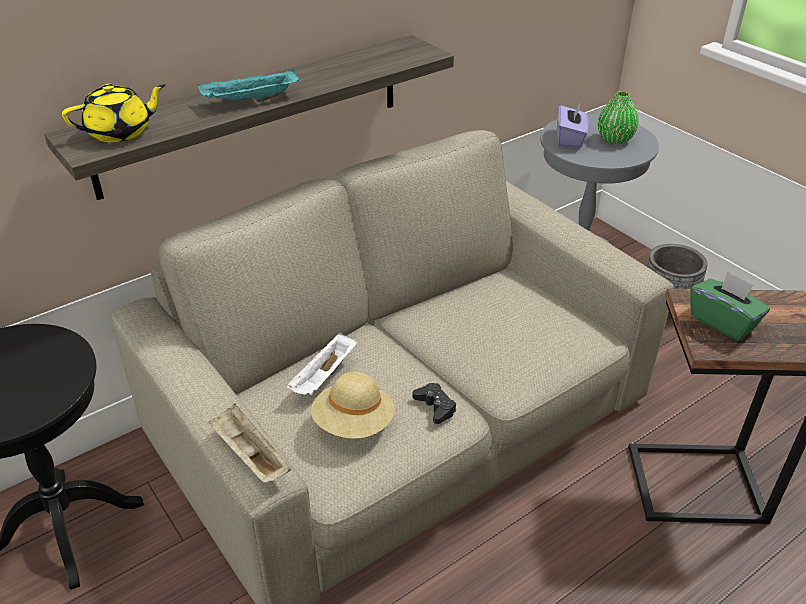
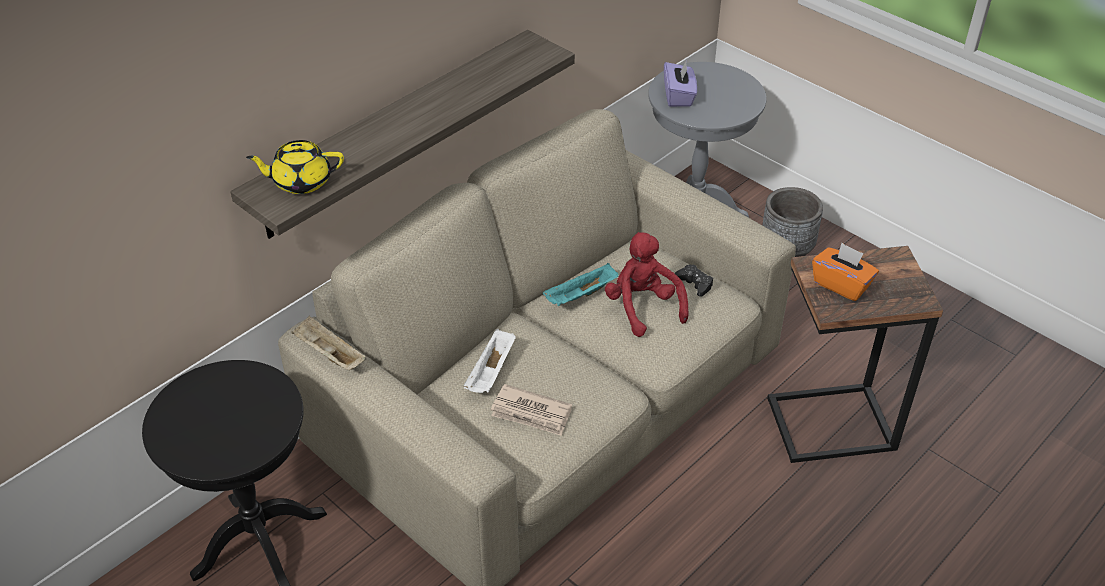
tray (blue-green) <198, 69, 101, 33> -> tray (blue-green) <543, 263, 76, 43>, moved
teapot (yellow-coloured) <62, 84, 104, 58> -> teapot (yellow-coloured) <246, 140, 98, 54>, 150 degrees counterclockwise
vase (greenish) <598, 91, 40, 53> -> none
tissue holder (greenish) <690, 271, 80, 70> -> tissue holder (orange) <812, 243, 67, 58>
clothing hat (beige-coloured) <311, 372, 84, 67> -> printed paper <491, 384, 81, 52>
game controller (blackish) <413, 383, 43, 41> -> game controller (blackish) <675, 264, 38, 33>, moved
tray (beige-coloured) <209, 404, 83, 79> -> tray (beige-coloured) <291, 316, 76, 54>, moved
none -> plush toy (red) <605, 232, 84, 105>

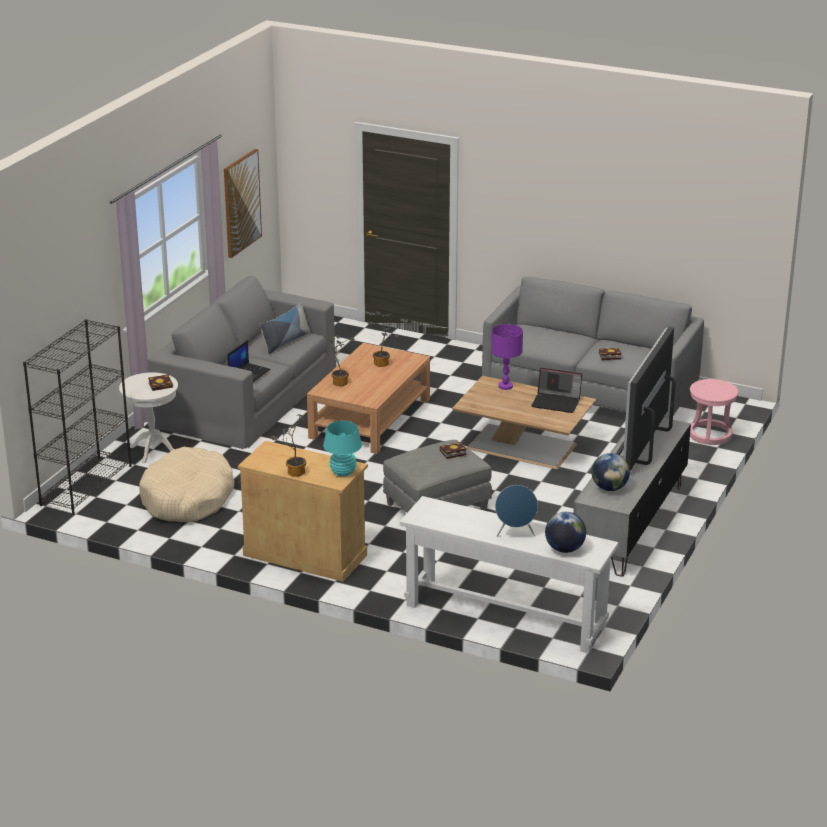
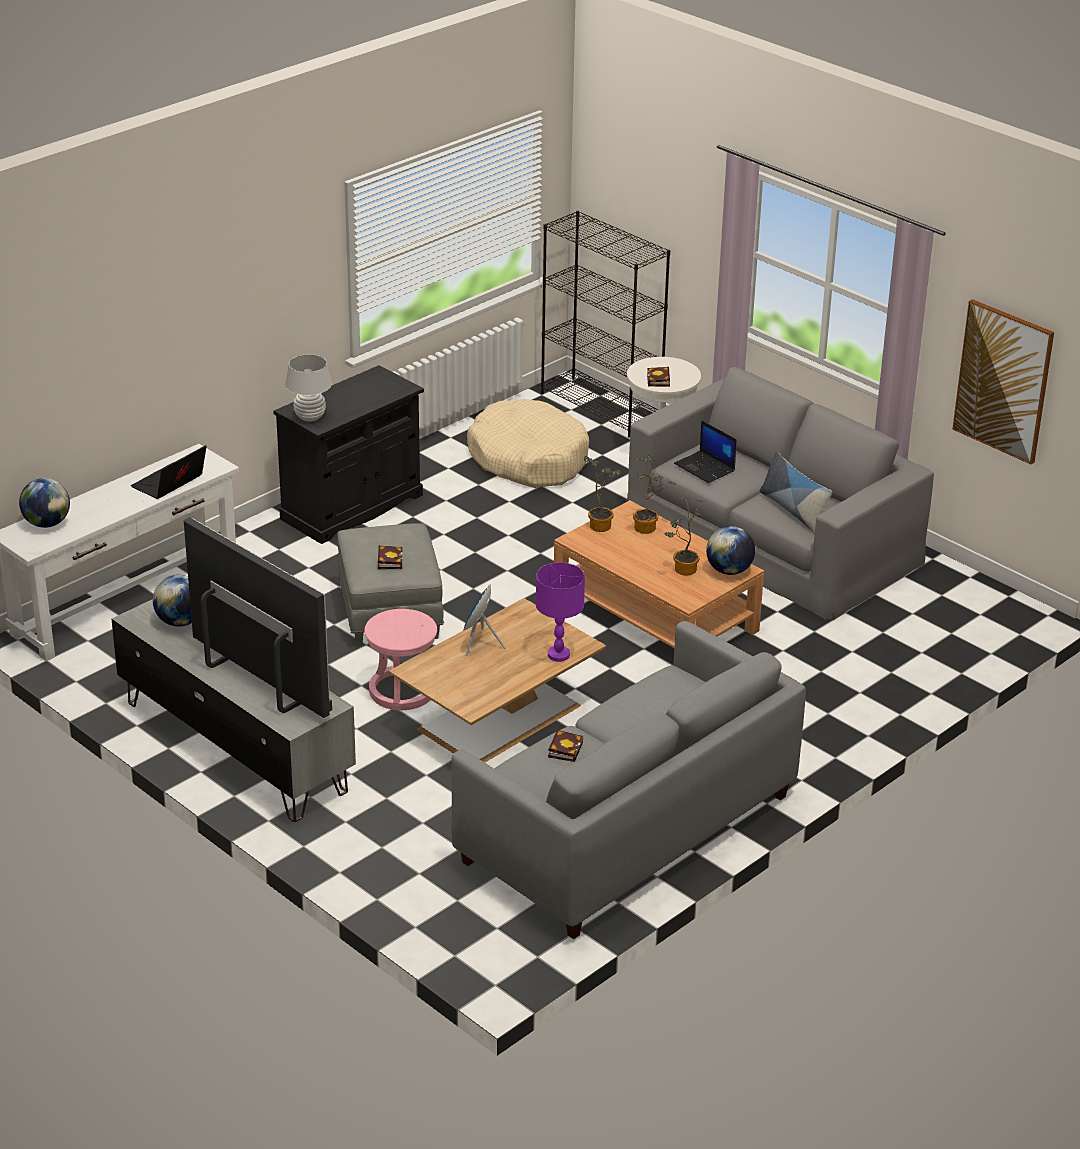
notebook computer <531, 368, 51, 45> -> notebook computer <131, 445, 76, 54>, moved
sitting stool (pinkish) <690, 379, 48, 66> -> sitting stool (pinkish) <364, 609, 73, 101>, moved
potted plant <271, 414, 35, 63> -> potted plant <584, 456, 37, 76>, moved
lamp for a table (blue-green) <323, 421, 39, 55> -> lamp for a table (white) <285, 354, 47, 68>
cupboard (beige-coloured) <238, 440, 130, 142> -> cupboard (blackish) <273, 365, 151, 179>
loudspeaker (blue) <495, 485, 43, 52> -> loudspeaker (blue) <463, 585, 42, 71>, moved
none -> world globe <706, 526, 49, 49>

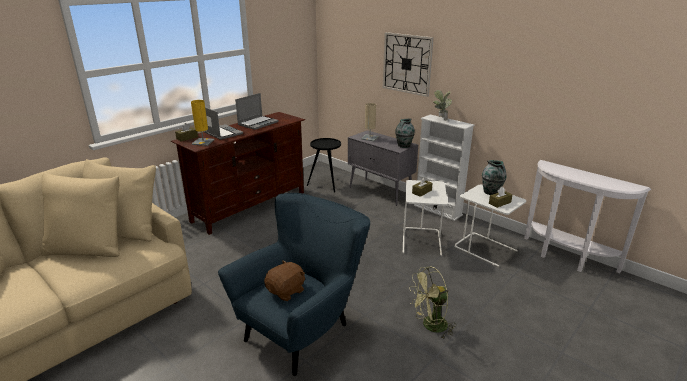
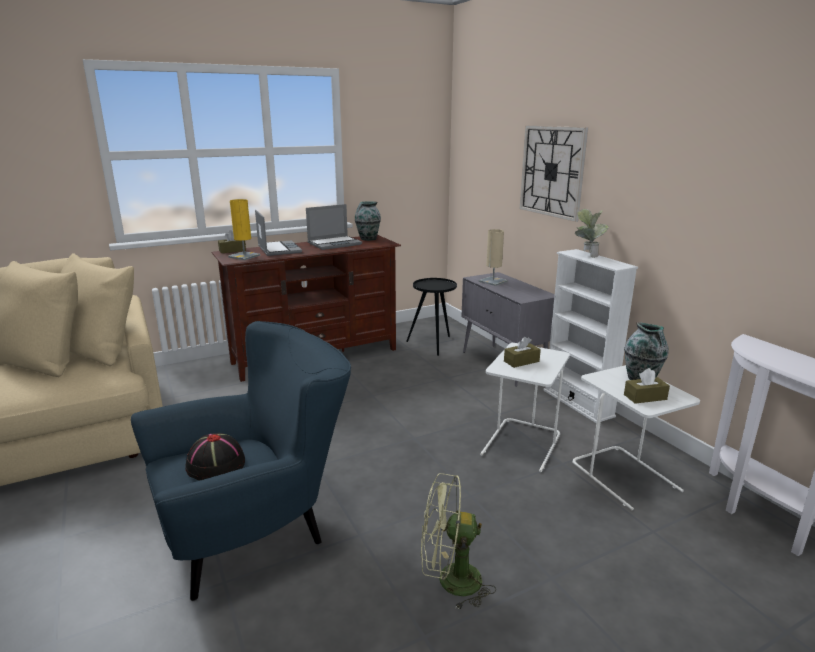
vase <395, 118, 20, 30> -> vase <355, 202, 26, 39>, moved
plush toy (brown-coloured) <264, 260, 41, 41> -> clothing hat (blackish) <185, 433, 60, 47>

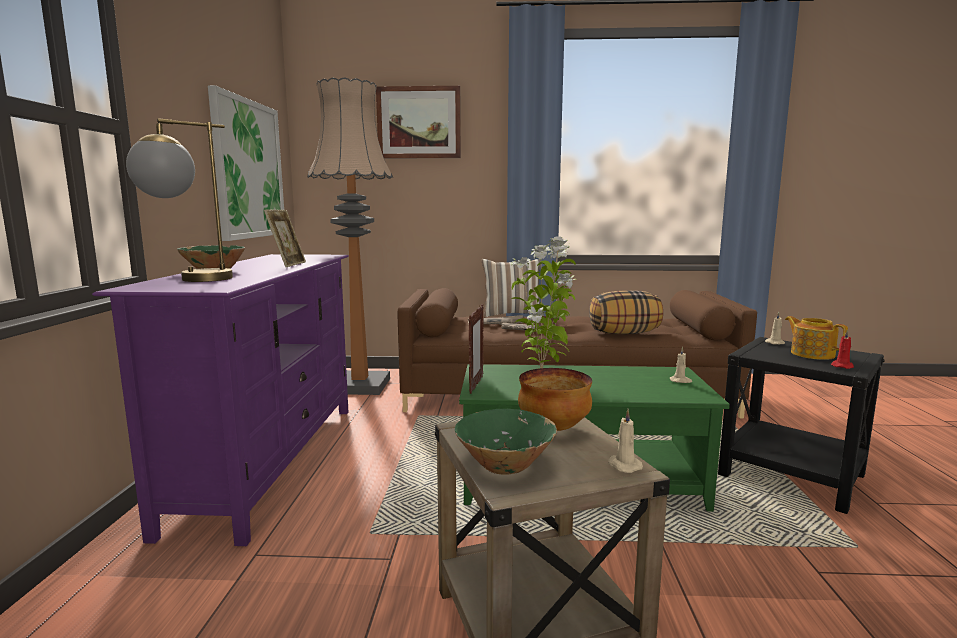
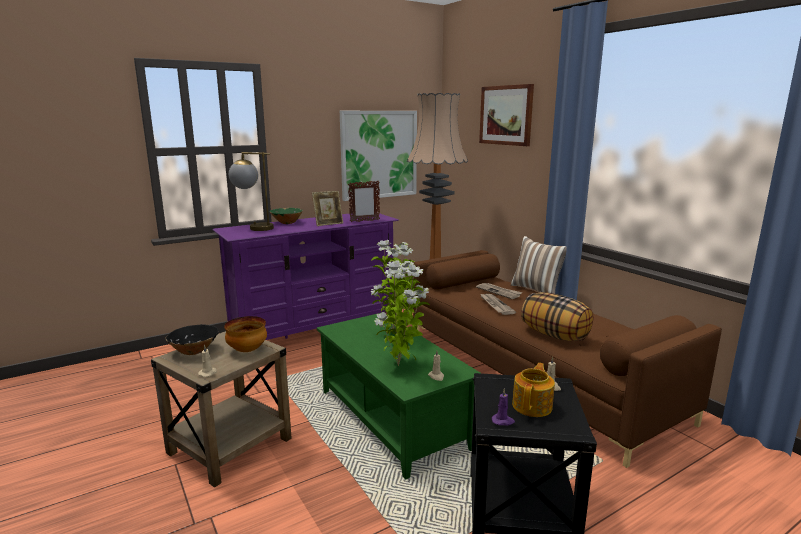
picture frame <468, 304, 16, 90> -> picture frame <348, 181, 32, 41>, moved
candle (red) <831, 329, 23, 40> -> candle (purplish) <492, 388, 23, 38>
serving bowl (greenish) <455, 409, 102, 65> -> serving bowl (blackish) <165, 324, 54, 31>
none -> potted plant <374, 260, 56, 106>

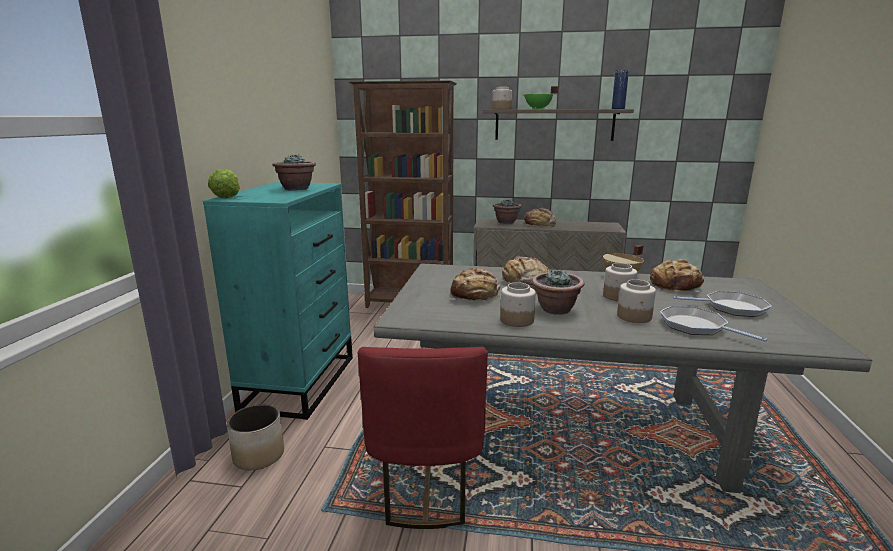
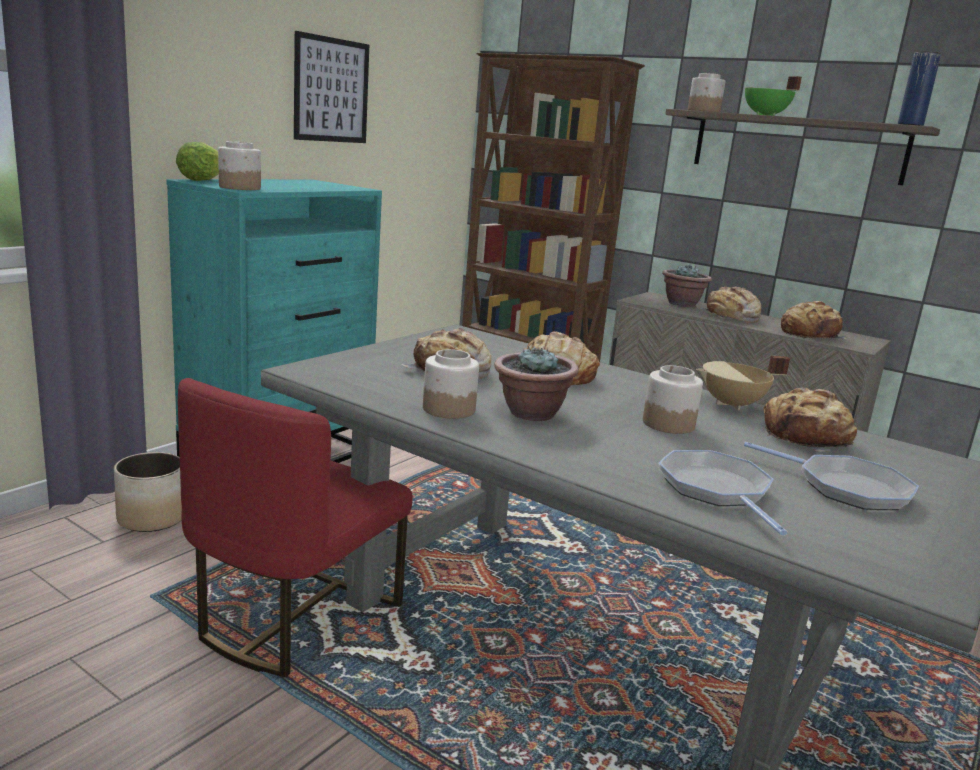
potted plant <272, 154, 44, 36> -> none
preserve jar <617, 279, 39, 44> -> preserve jar <218, 141, 43, 49>, moved
none -> picture <294, 31, 75, 112>
none -> baked bread <781, 301, 66, 38>

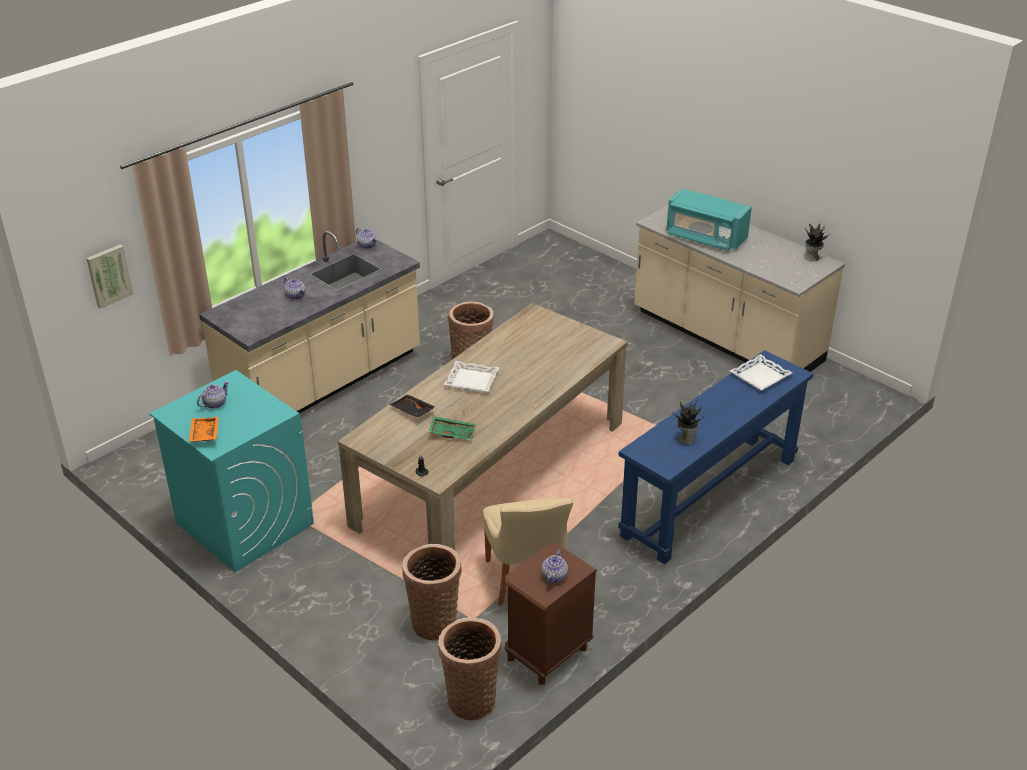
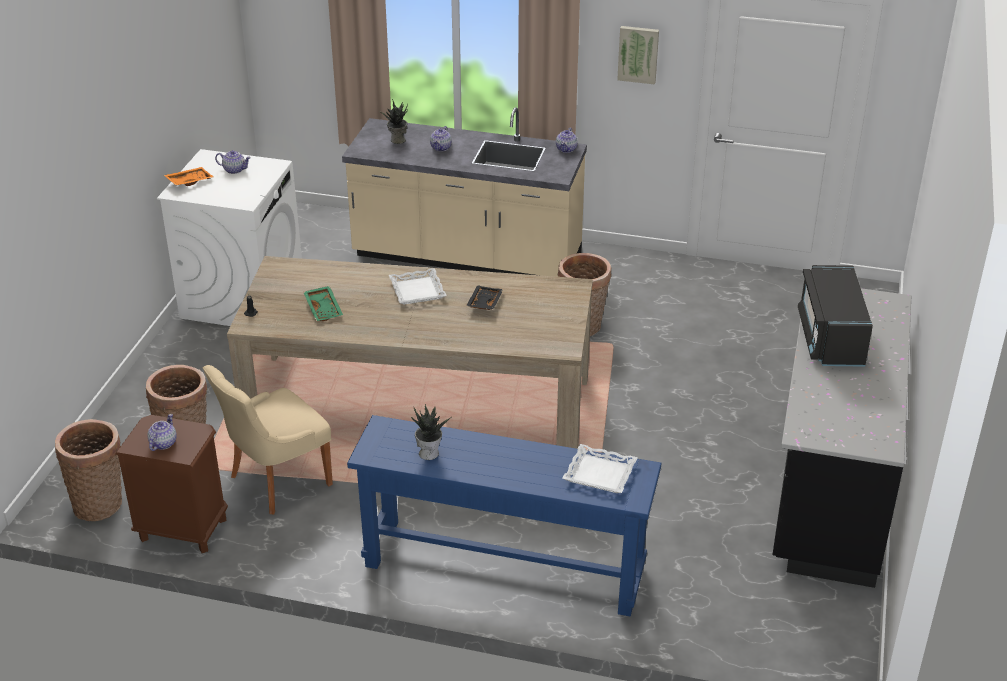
microwave (blue-green) <666, 188, 86, 63> -> microwave (blackish) <798, 265, 75, 102>
kitchen base unit (beige-coloured) <634, 205, 211, 167> -> kitchen base unit (blackish) <772, 288, 139, 300>
potted plant <805, 222, 27, 39> -> potted plant <381, 99, 27, 45>, moved
picture <86, 244, 48, 65> -> picture <617, 26, 42, 59>, moved
washing machine (blue-green) <149, 370, 165, 202> -> washing machine (white) <157, 149, 145, 177>
tray (blackish) <389, 394, 46, 24> -> tray (blackish) <466, 285, 38, 25>, moved
teapot <541, 549, 27, 35> -> teapot <147, 414, 30, 37>, 120 degrees clockwise

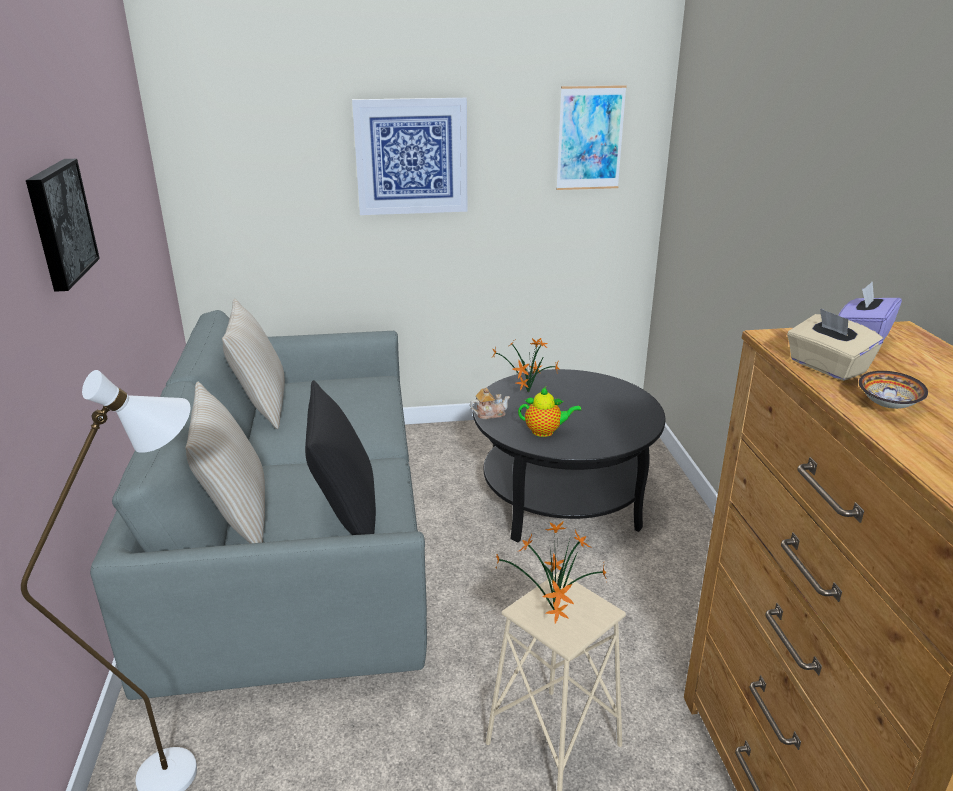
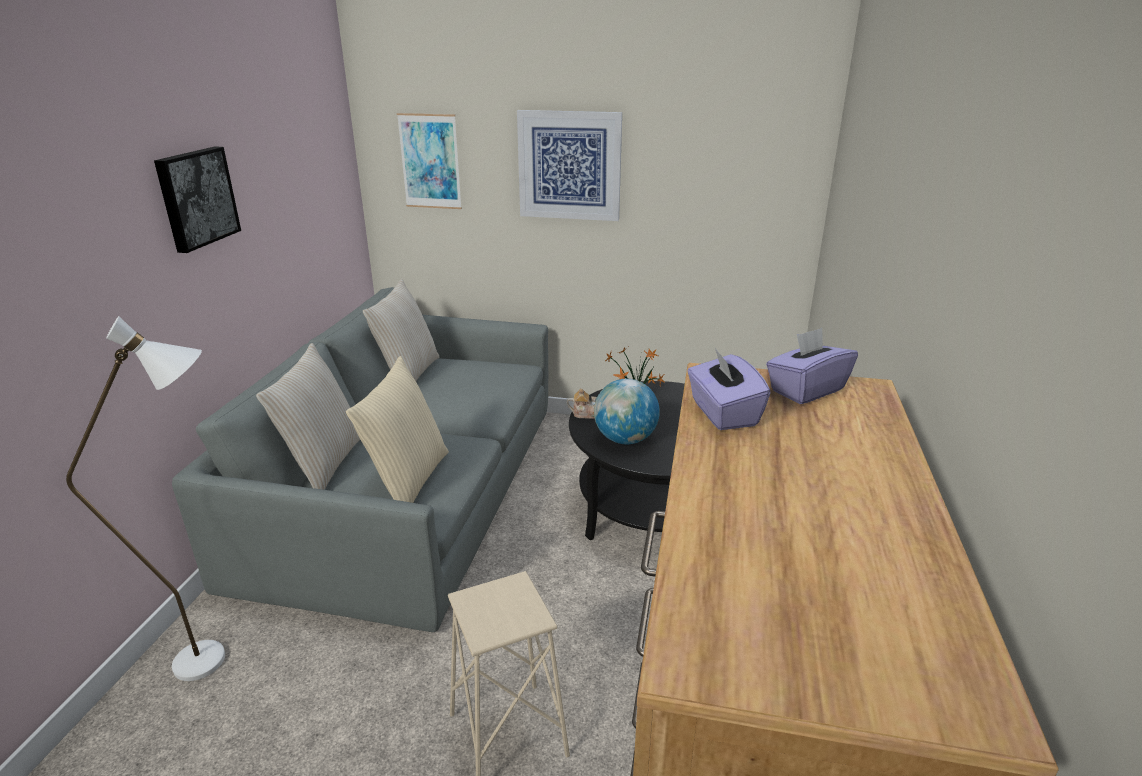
picture <556, 85, 71, 105> -> picture <397, 113, 65, 96>, moved
tissue holder (beige-coloured) <787, 308, 97, 73> -> tissue holder (purplish) <687, 348, 83, 82>
serving bowl <859, 371, 69, 38> -> none
cushion (blackish) <305, 380, 71, 155> -> cushion (beige-coloured) <346, 356, 103, 147>
teapot <518, 387, 63, 50> -> world globe <594, 379, 66, 65>
potted plant <495, 522, 112, 102> -> none

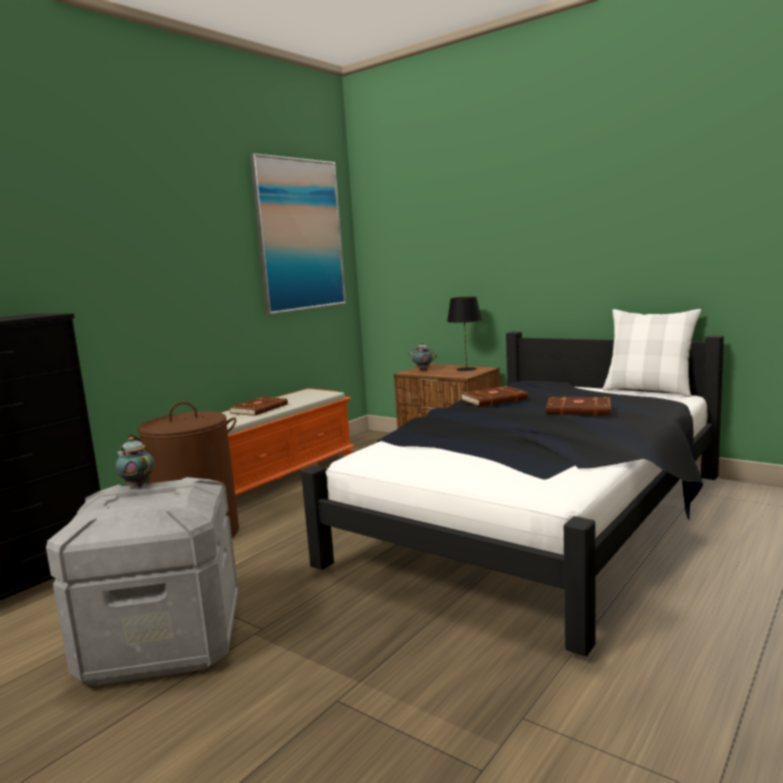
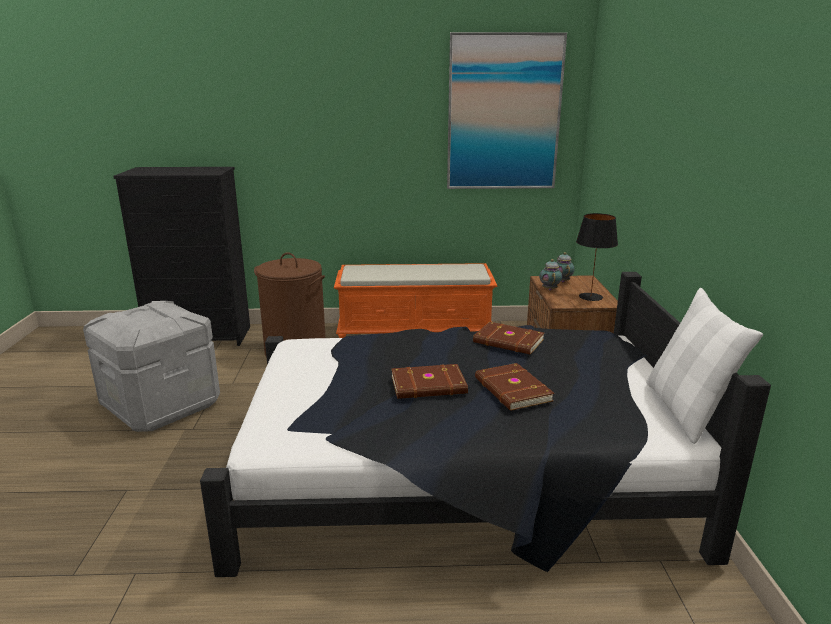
bound book (brown-coloured) <229, 397, 59, 19> -> bound book (brown-coloured) <391, 364, 77, 35>, moved
teapot <116, 437, 38, 50> -> teapot <539, 259, 23, 32>, moved

